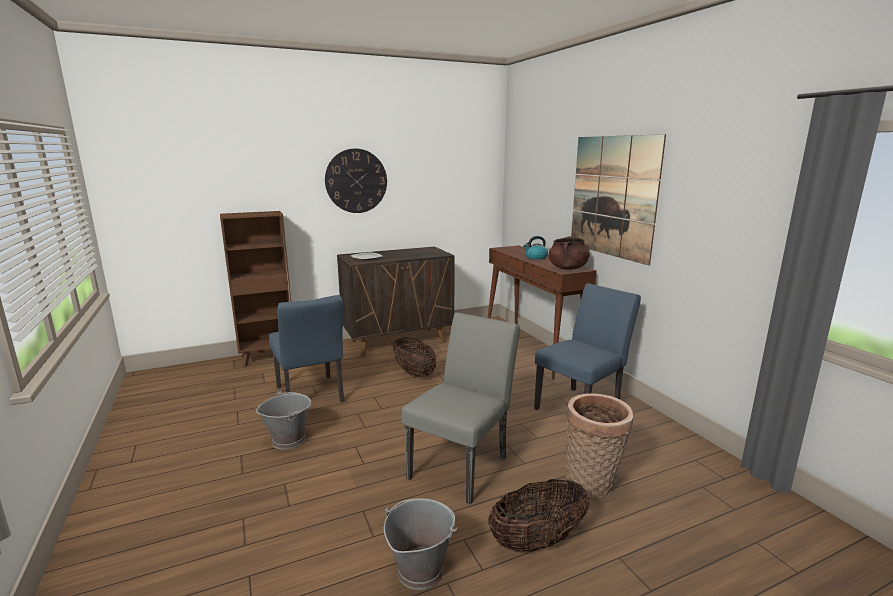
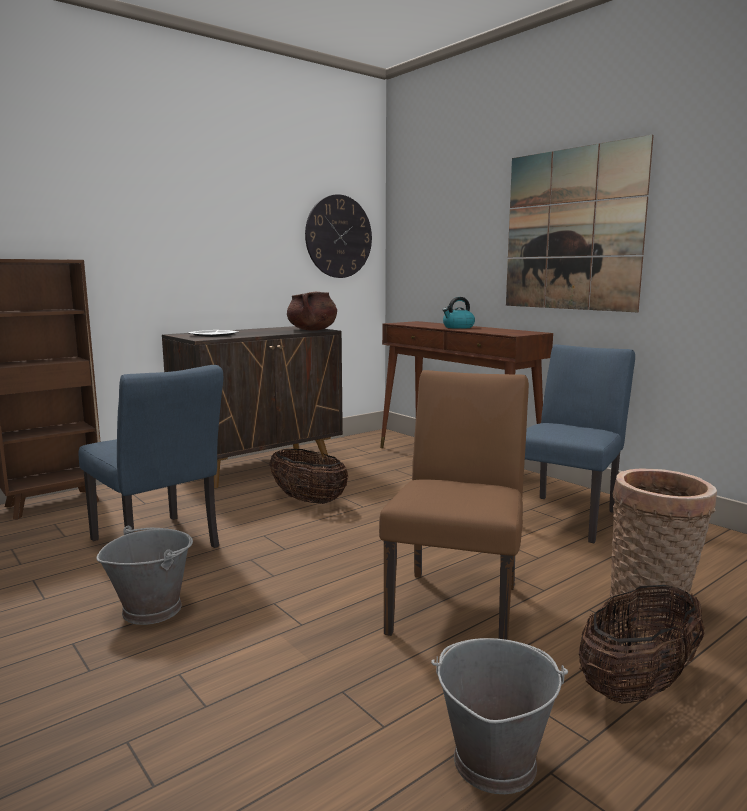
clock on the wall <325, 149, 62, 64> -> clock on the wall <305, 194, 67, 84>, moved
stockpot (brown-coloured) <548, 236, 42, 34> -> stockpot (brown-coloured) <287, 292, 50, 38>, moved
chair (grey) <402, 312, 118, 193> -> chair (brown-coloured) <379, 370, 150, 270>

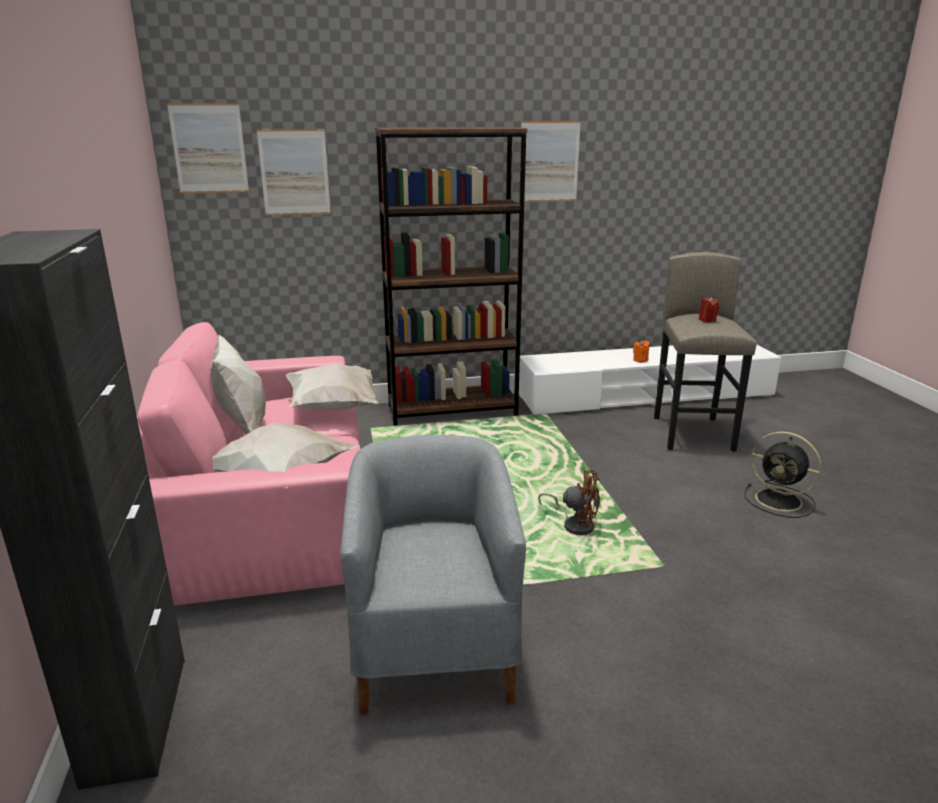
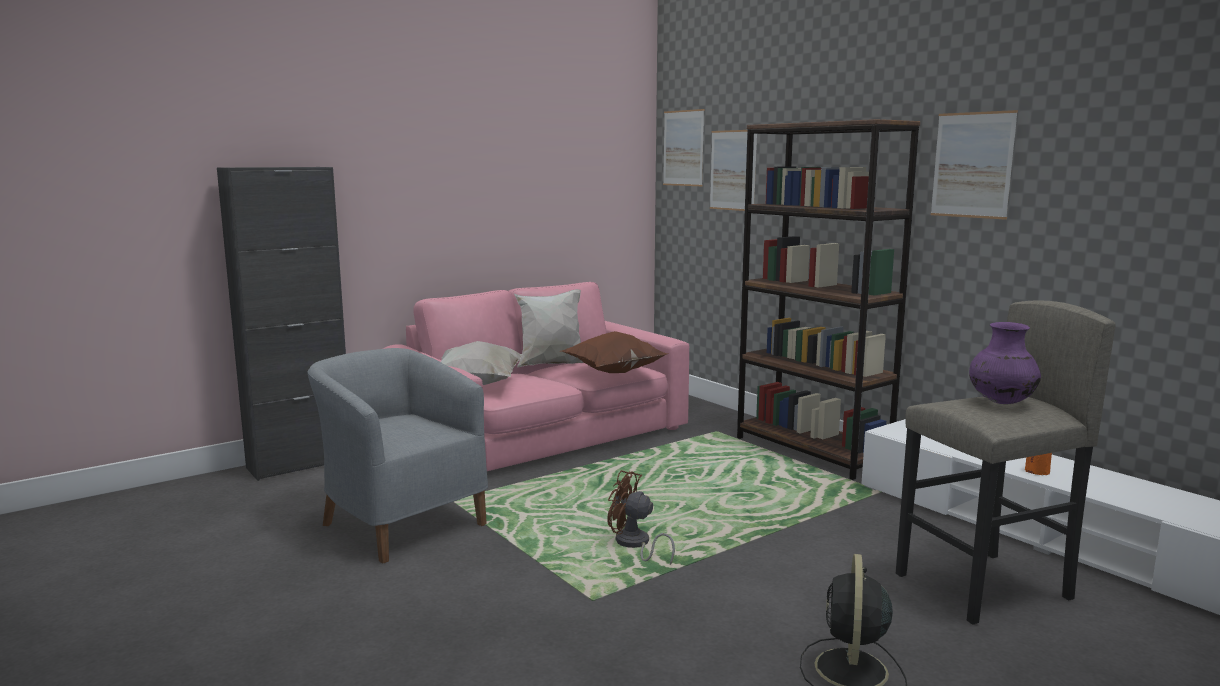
candle (red) <699, 297, 20, 26> -> vase (purplish) <969, 322, 72, 82>
cushion (white) <286, 364, 92, 46> -> cushion (brown-coloured) <561, 331, 107, 42>
armchair (grey) <340, 435, 186, 280> -> armchair (grey) <308, 348, 180, 216>, 105 degrees counterclockwise
electric fan (brown-coloured) <538, 469, 62, 66> -> electric fan (brown-coloured) <607, 470, 68, 95>, 120 degrees clockwise

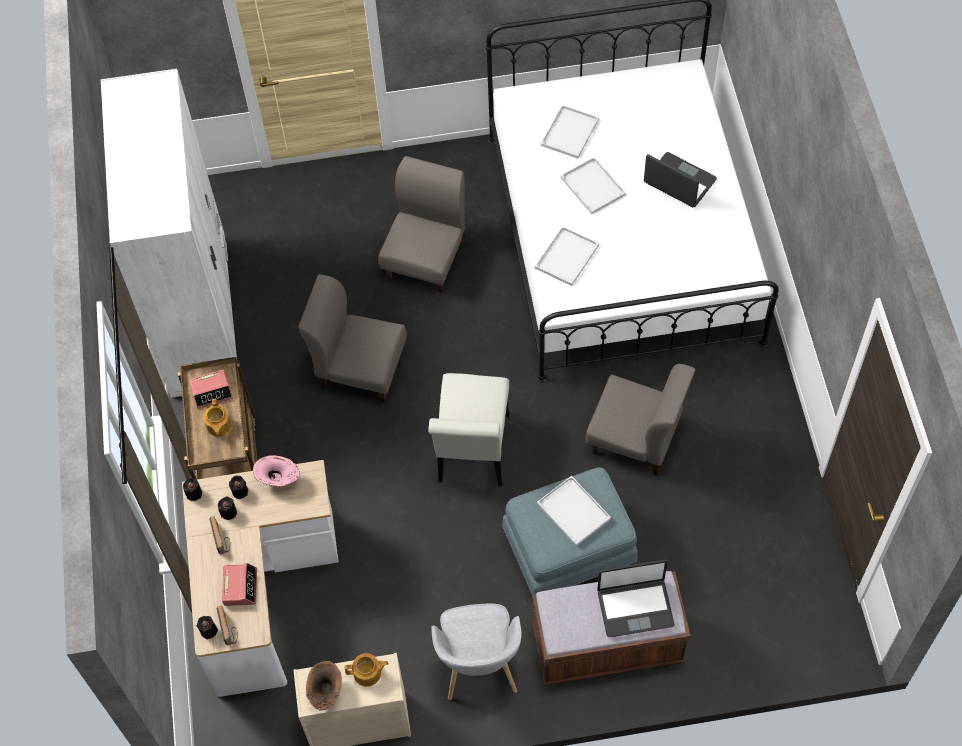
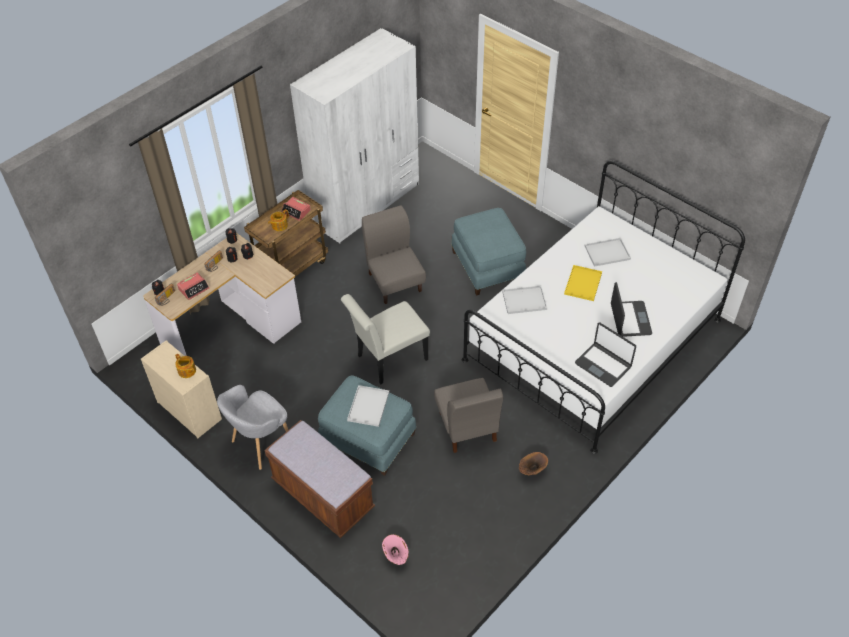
chair (grey) <378, 156, 87, 137> -> ottoman (blue) <451, 208, 75, 88>
tray (white) <560, 157, 66, 57> -> tray (yellow-coloured) <564, 265, 38, 36>
vase (pinkish) <253, 455, 47, 32> -> vase (pinkish) <382, 534, 27, 31>, moved
notebook computer <597, 560, 77, 77> -> notebook computer <575, 322, 61, 65>, moved
vase (brown-coloured) <306, 661, 36, 50> -> vase (brown-coloured) <519, 452, 29, 24>, moved

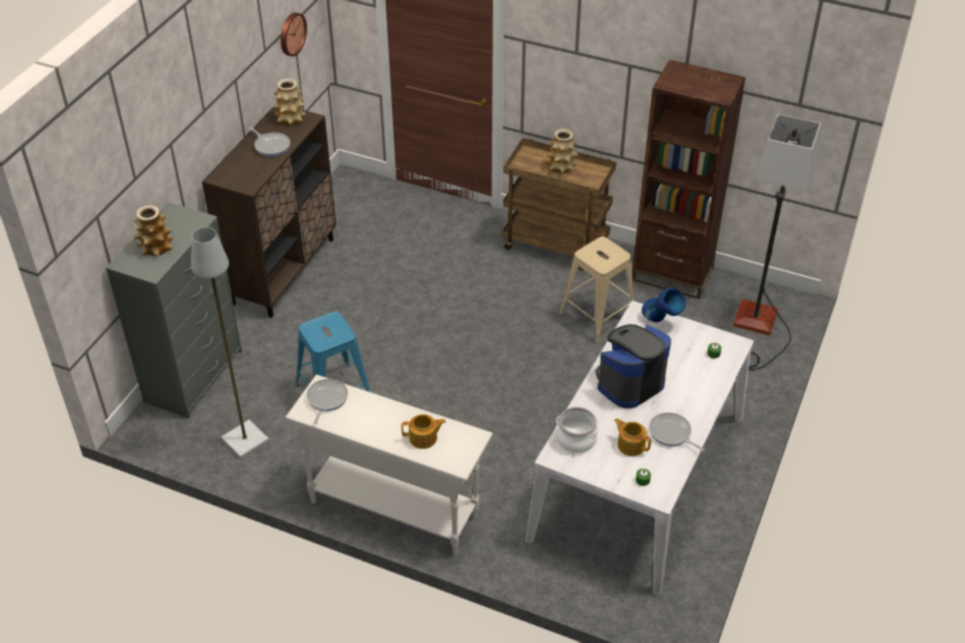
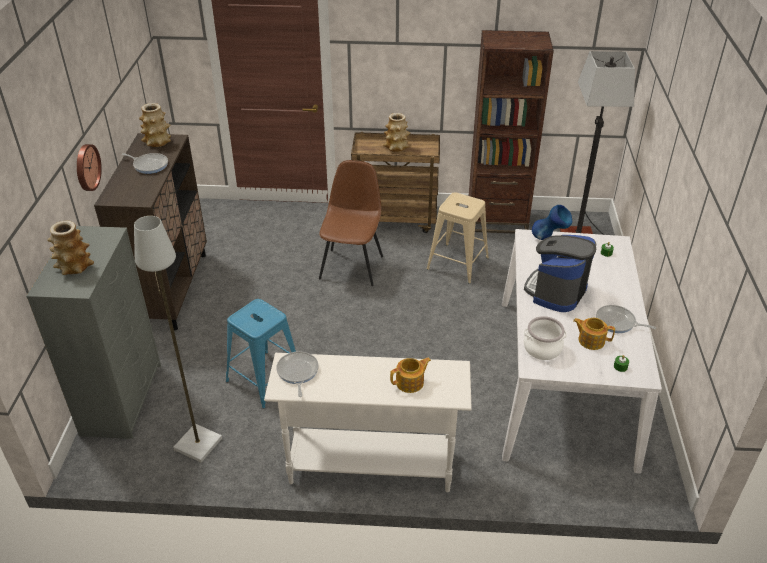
clock on the wall <281, 12, 26, 45> -> clock on the wall <77, 144, 25, 47>, moved
none -> chair (brown-coloured) <319, 160, 64, 126>

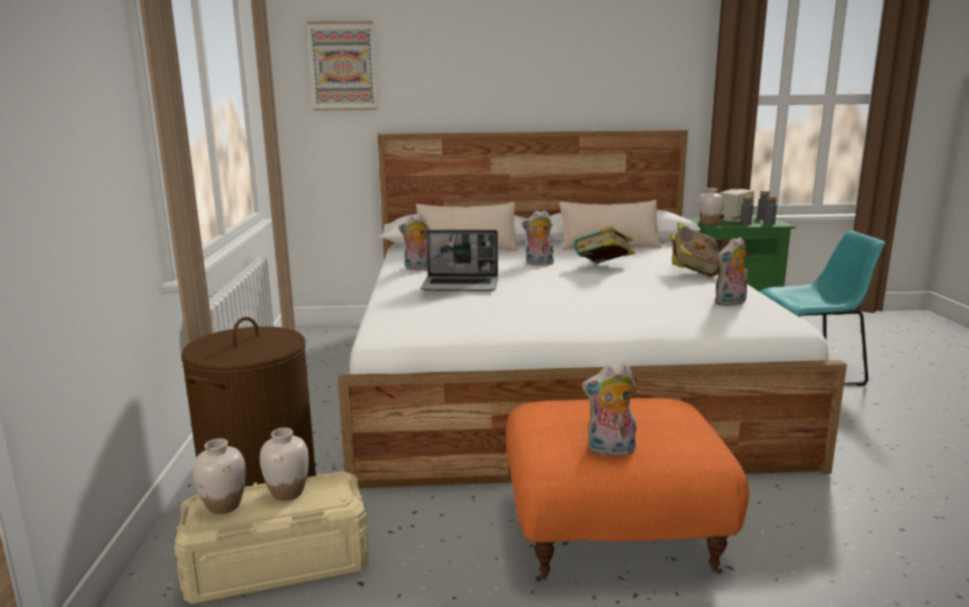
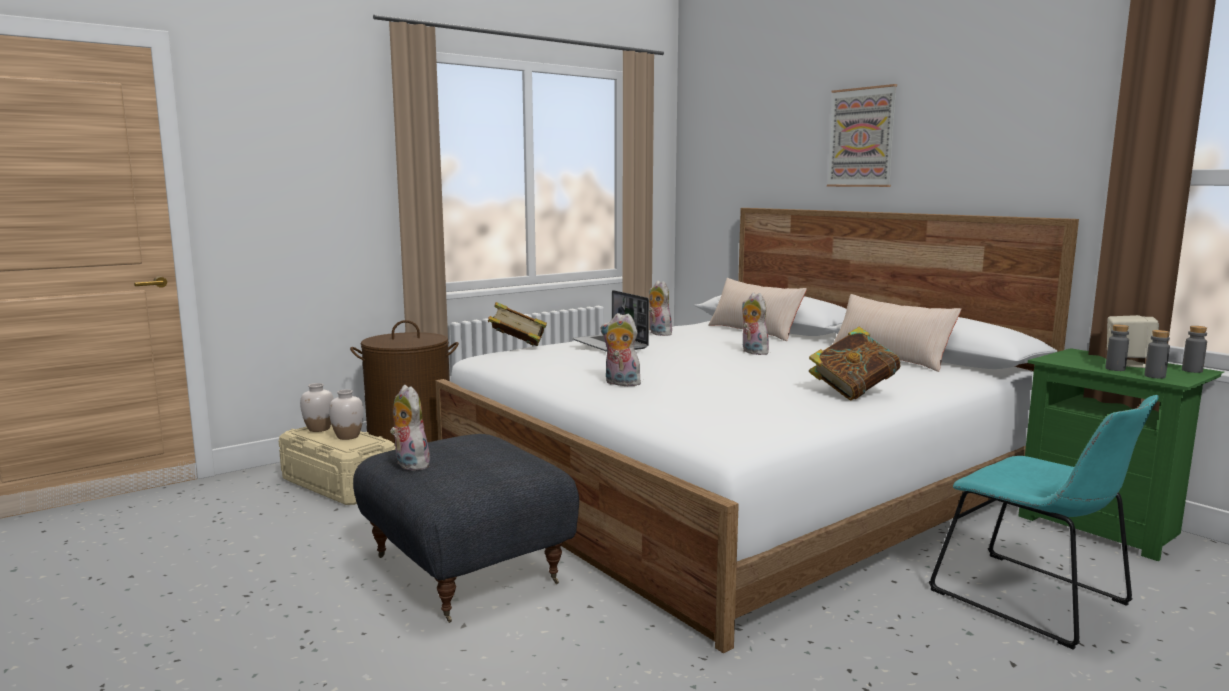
picture <307, 21, 70, 90> -> picture <827, 84, 70, 103>, moved
vase (white) <698, 188, 26, 37> -> none
bound book <573, 226, 62, 37> -> bound book <488, 302, 59, 44>, moved
plush toy <714, 237, 33, 69> -> plush toy <601, 313, 40, 73>, moved
ottoman (orange) <506, 398, 243, 184> -> ottoman (grey) <353, 434, 226, 189>

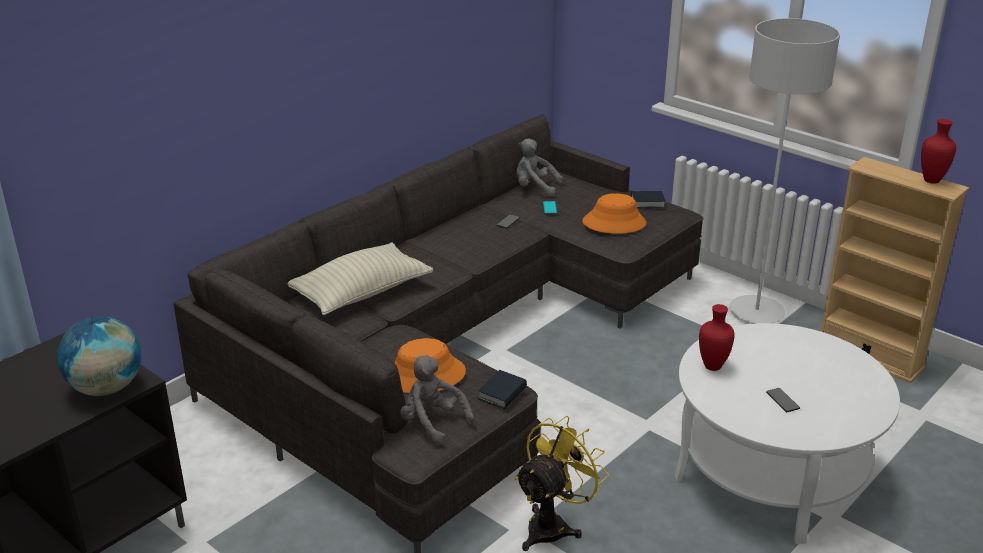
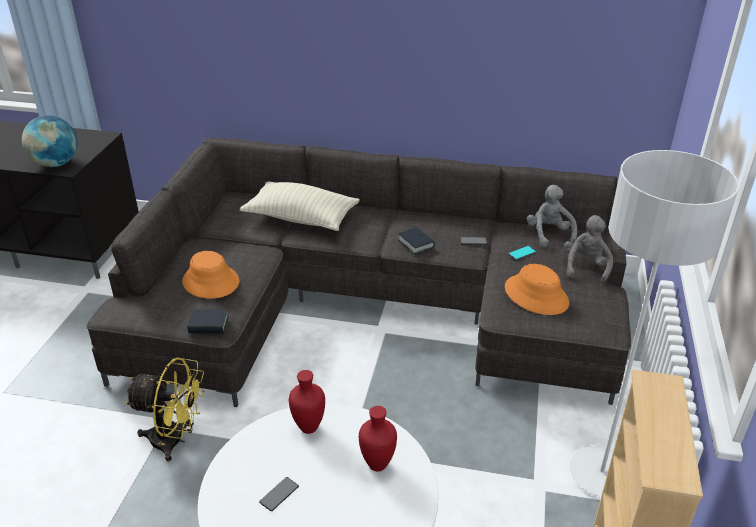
vase (red) <921, 119, 35, 65> -> vase (red) <359, 406, 38, 65>, moved
bound book <631, 191, 35, 17> -> bound book <398, 227, 37, 28>, moved
plush toy (grey) <400, 355, 74, 90> -> plush toy (grey) <564, 215, 49, 68>, moved

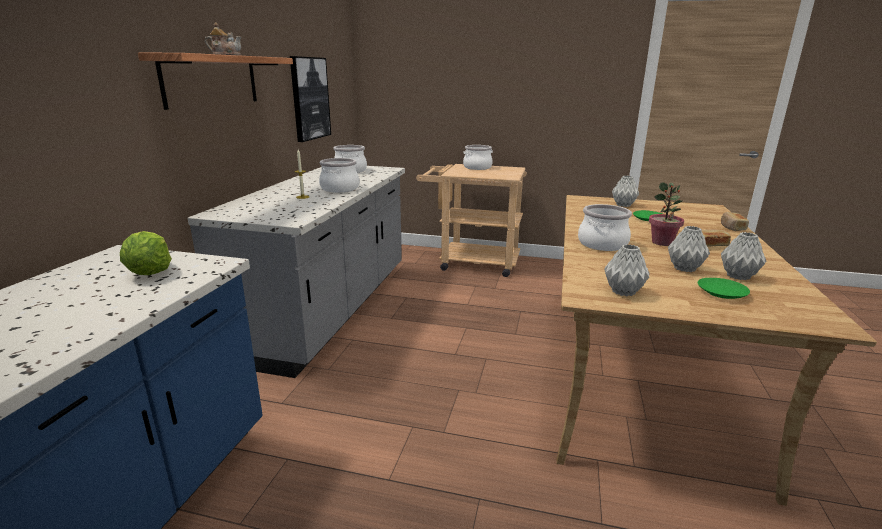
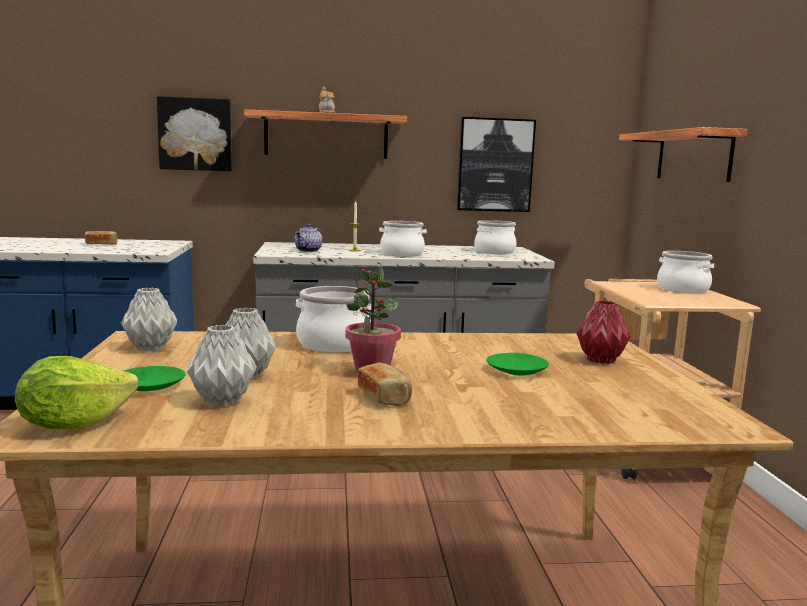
vase (grey) <612, 176, 27, 31> -> vase (red) <577, 300, 54, 64>
baked bread <721, 212, 28, 19> -> baked bread <85, 231, 33, 14>, moved
lettuce <120, 231, 52, 44> -> lettuce <15, 356, 123, 74>, moved
none -> picture <157, 96, 75, 75>
none -> bracket shelf <619, 127, 129, 55>
none -> teapot <295, 224, 27, 28>

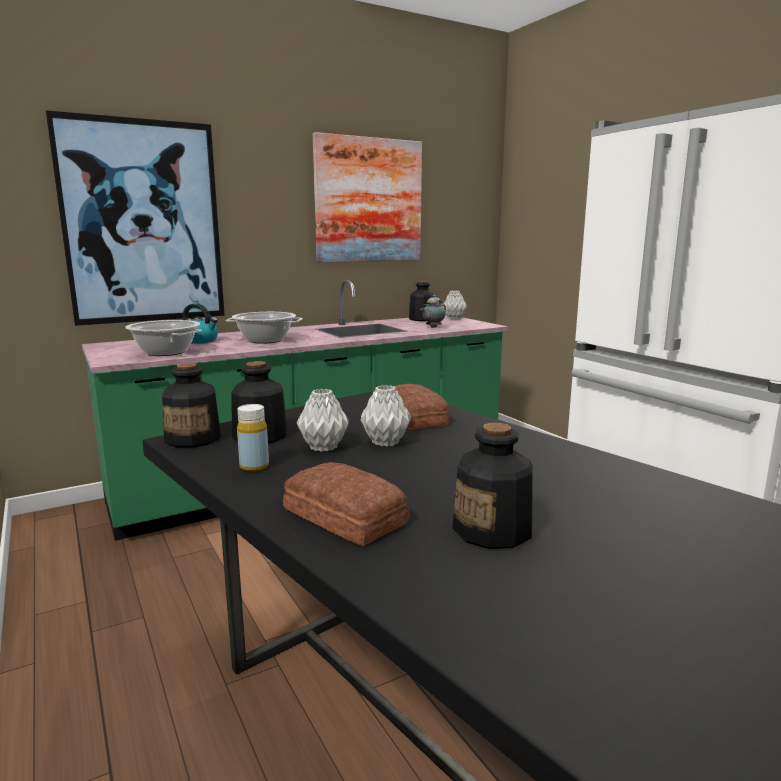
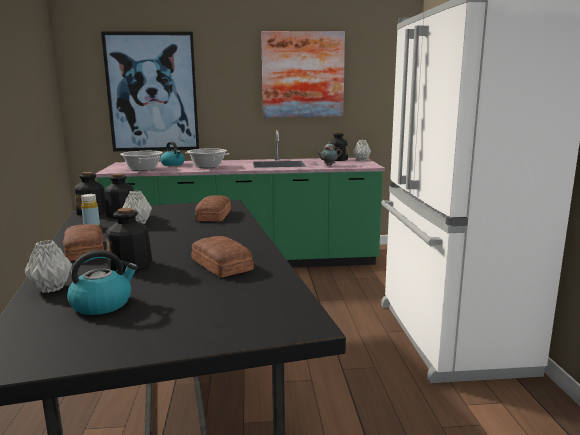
vase (grey) <361, 385, 50, 62> -> vase (grey) <24, 240, 48, 53>, moved
none -> baked bread <191, 236, 63, 41>
none -> tea kettle <67, 250, 71, 65>

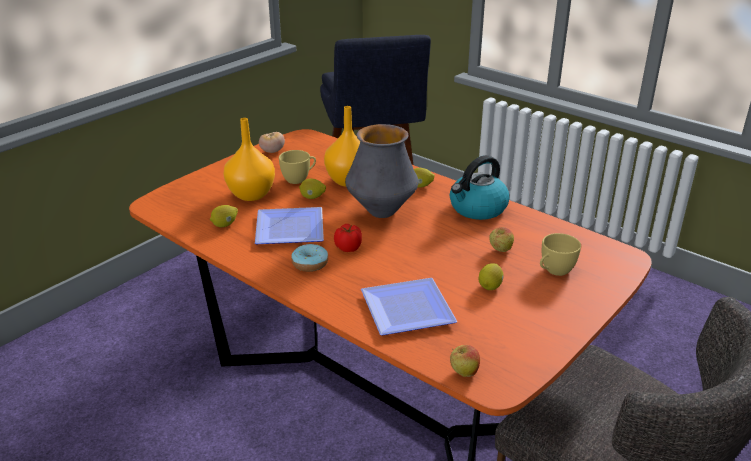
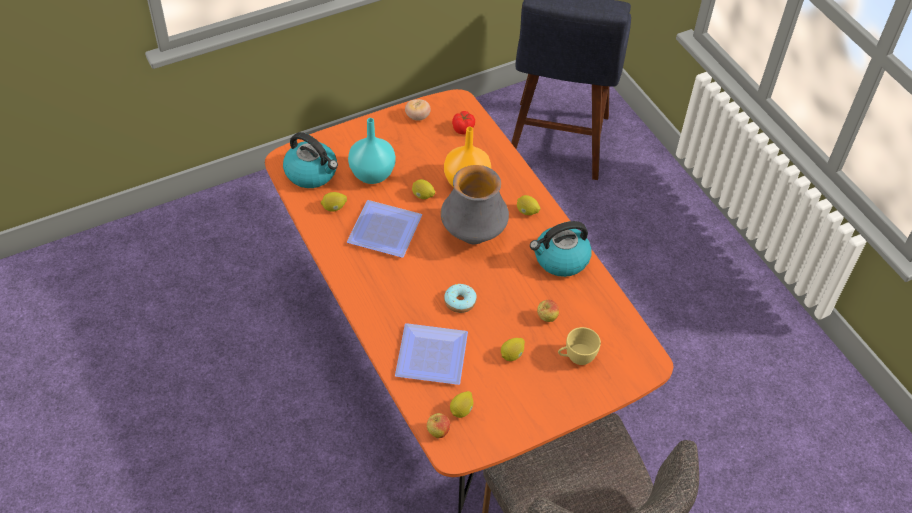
vase (orange) <223, 118, 52, 83> -> vase (blue-green) <348, 118, 48, 66>
drinking cup (yellow-coloured) <279, 150, 37, 34> -> none
whole tomato <334, 224, 28, 28> -> whole tomato <452, 111, 23, 24>, moved
donut <291, 244, 37, 28> -> donut <444, 284, 33, 29>, moved
none -> tea kettle <283, 132, 55, 56>
none -> whole lemon <450, 391, 23, 27>

